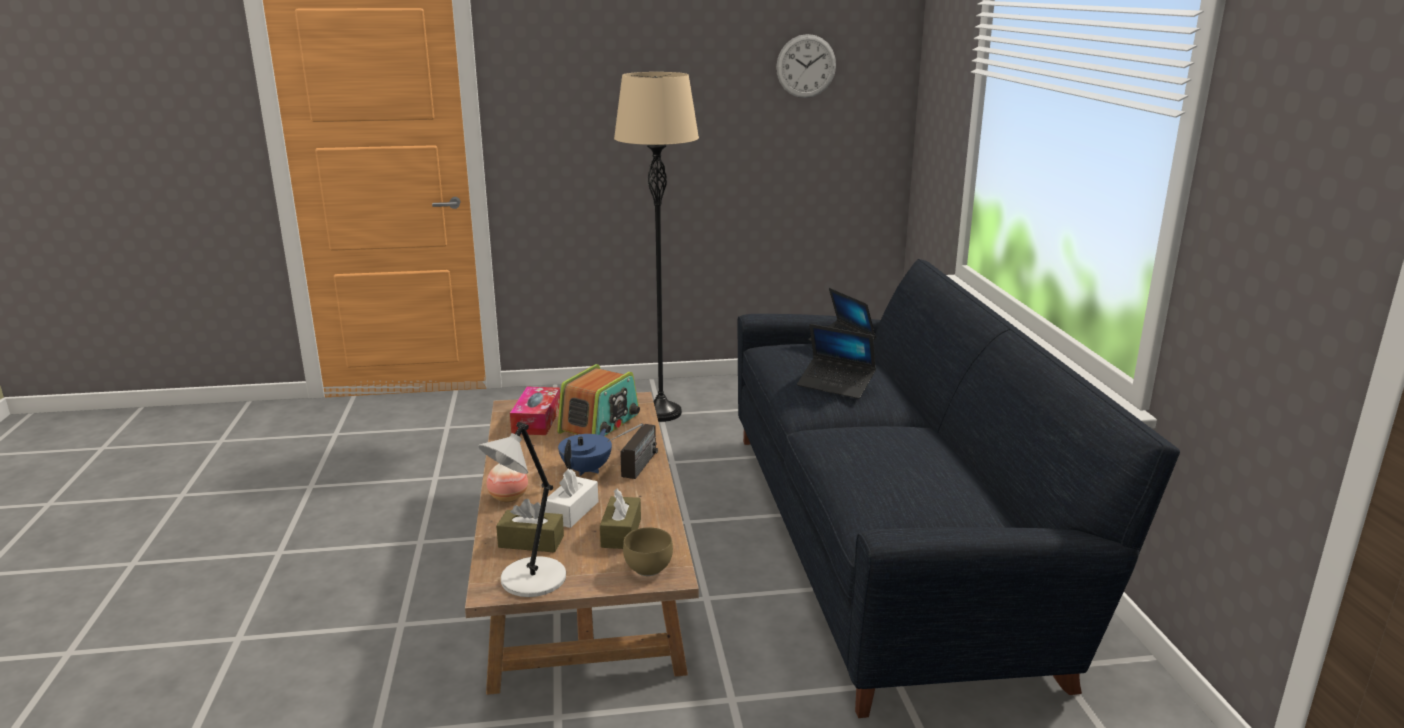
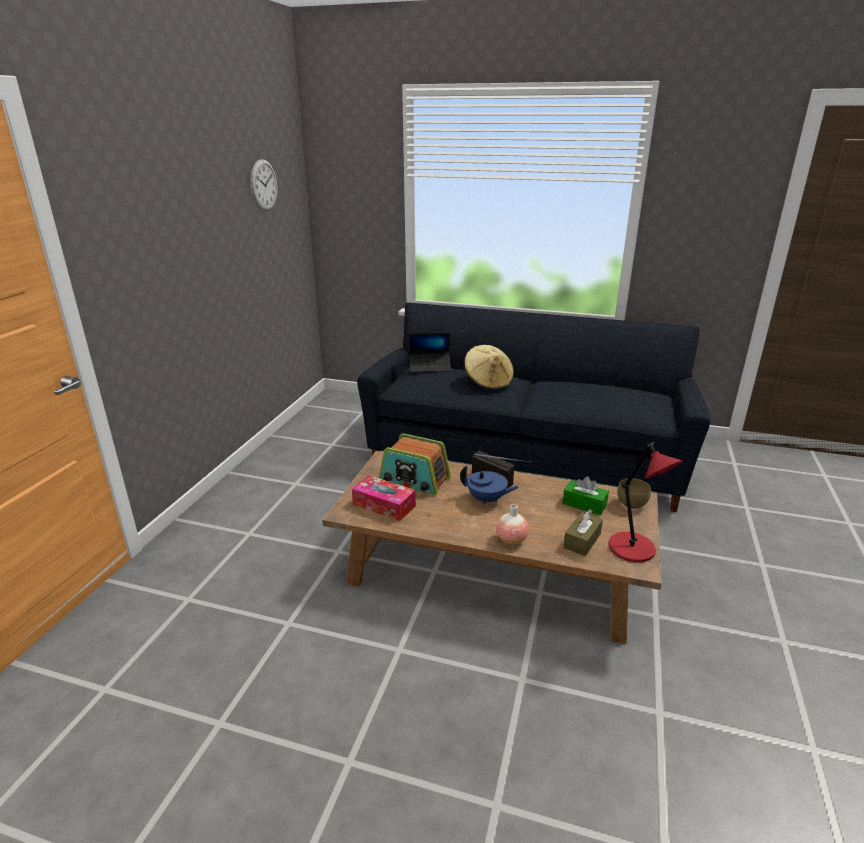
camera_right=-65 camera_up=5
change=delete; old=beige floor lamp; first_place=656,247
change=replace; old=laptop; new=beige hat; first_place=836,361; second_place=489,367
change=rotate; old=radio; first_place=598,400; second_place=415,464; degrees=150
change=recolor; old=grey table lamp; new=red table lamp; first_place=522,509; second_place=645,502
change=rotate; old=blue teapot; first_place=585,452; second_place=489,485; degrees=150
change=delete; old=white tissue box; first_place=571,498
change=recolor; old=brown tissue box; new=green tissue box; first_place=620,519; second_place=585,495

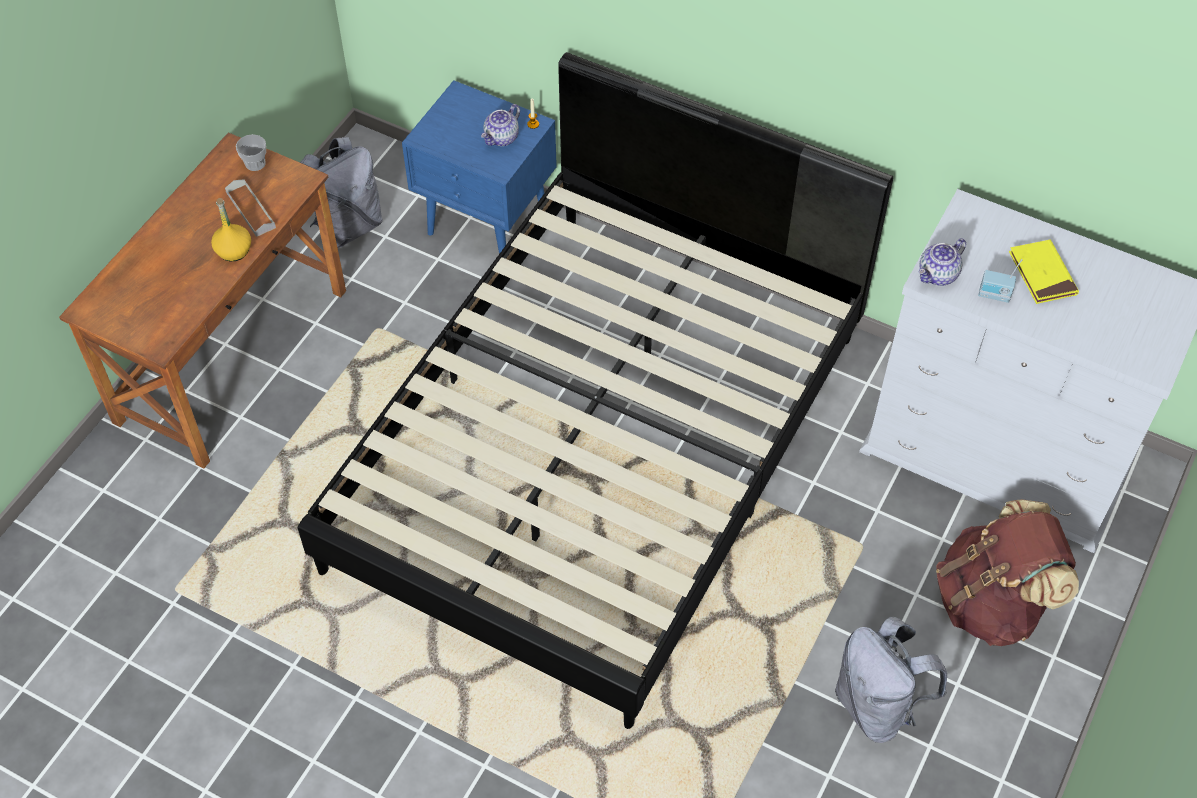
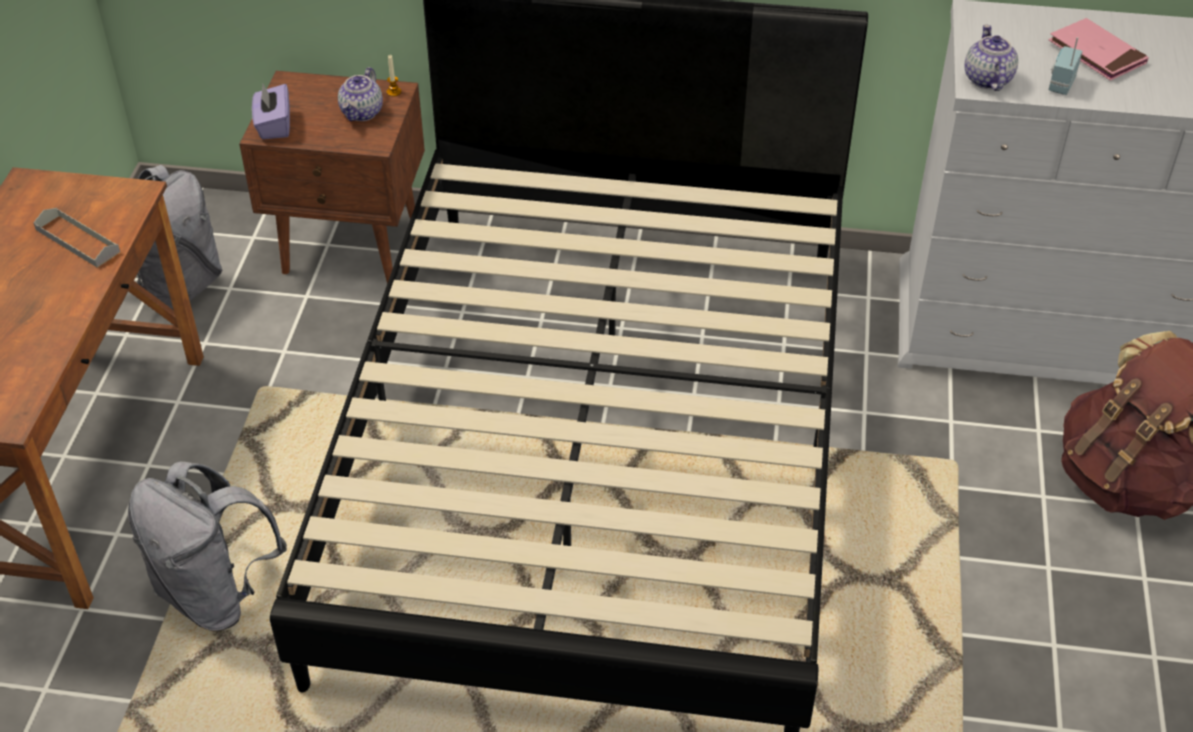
camera_right=-20 camera_up=-10
change=recolor; old=blue nightstand; new=brown nightstand; first_place=479,167; second_place=332,177
change=delete; old=cup; first_place=251,152
change=delete; old=yellow bottle; first_place=231,229
change=rotate; old=teapot; first_place=942,262; second_place=991,58; degrees=150
change=recolor; old=yellow book; new=pink book; first_place=1044,272; second_place=1099,49
change=rotate; old=radio; first_place=1000,281; second_place=1066,66; degrees=120
change=move; old=grey backpack; first_place=891,680; second_place=207,546
change=insert; new=purple tissue box; second_place=271,111

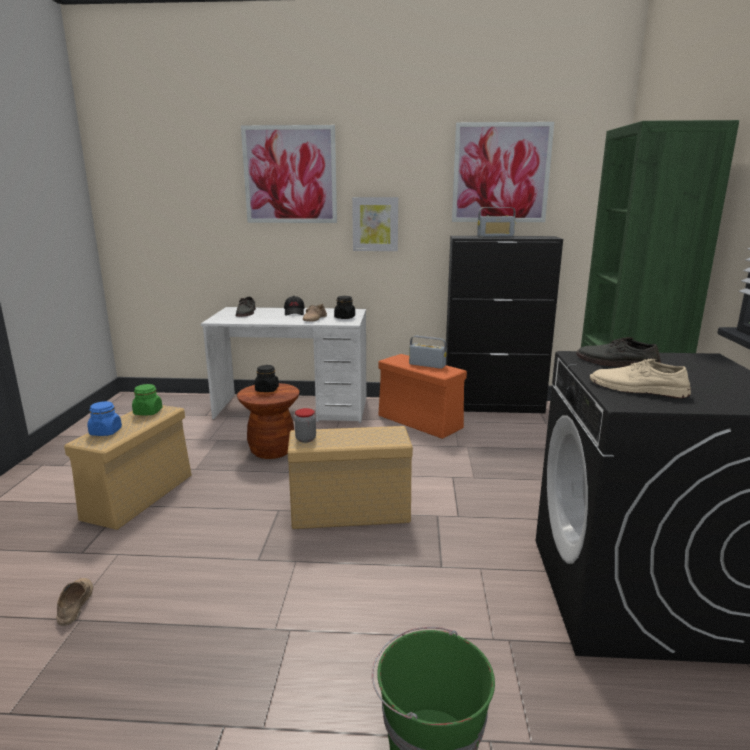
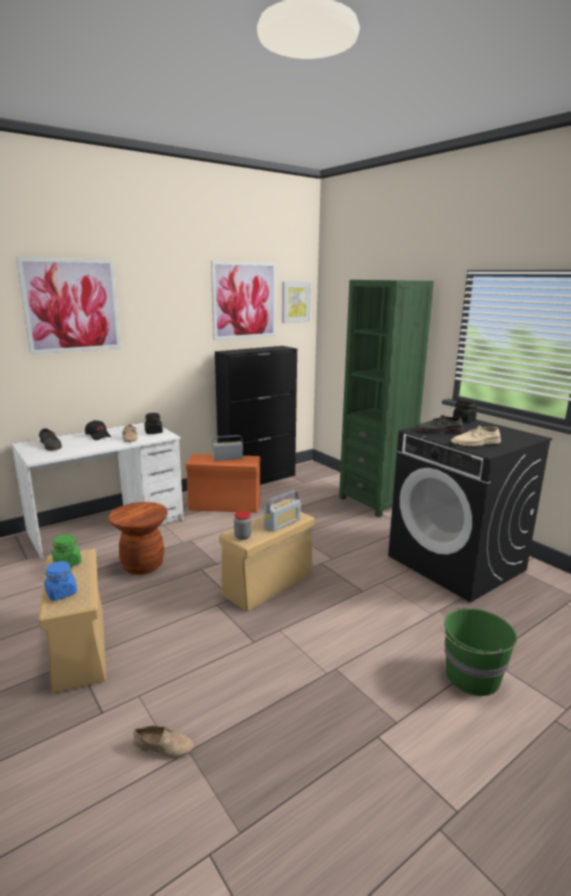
camera_right=-40 camera_up=0
change=move; old=picture; first_place=375,224; second_place=296,302
change=move; old=radio; first_place=496,222; second_place=282,511
change=move; old=black jar; first_place=267,378; second_place=465,410
change=rotate; old=beige shoe; first_place=74,602; second_place=163,742; degrees=150

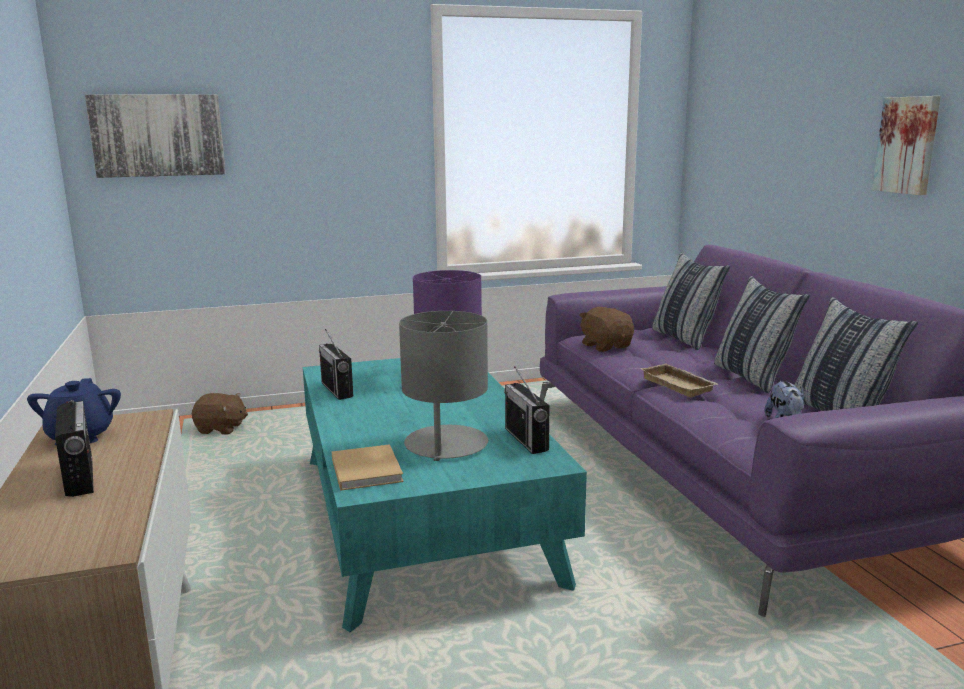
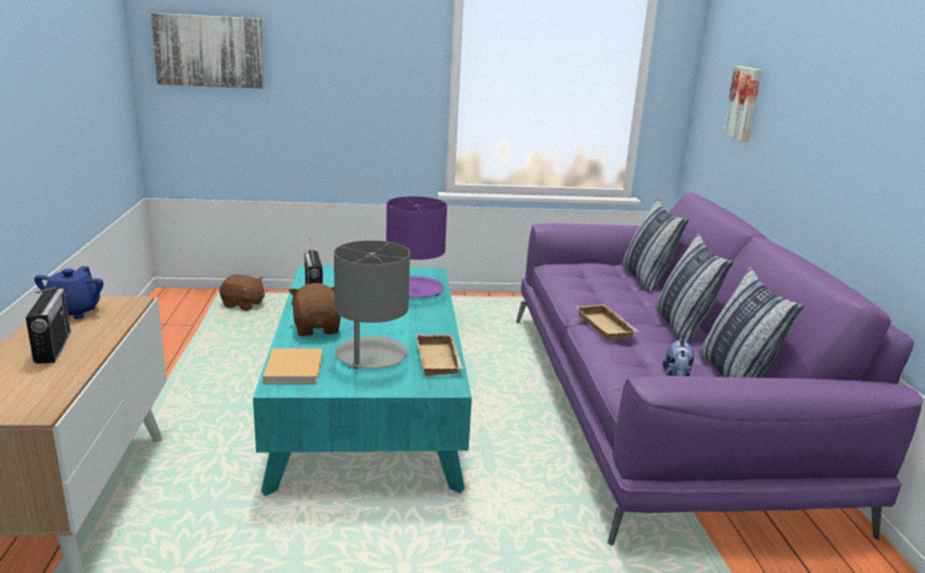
camera_right=10 camera_up=5
change=move; old=picture; first_place=906,145; second_place=742,104
change=move; old=brown plush toy; first_place=606,329; second_place=315,309
change=replace; old=radio; new=beige tray; first_place=527,410; second_place=439,355

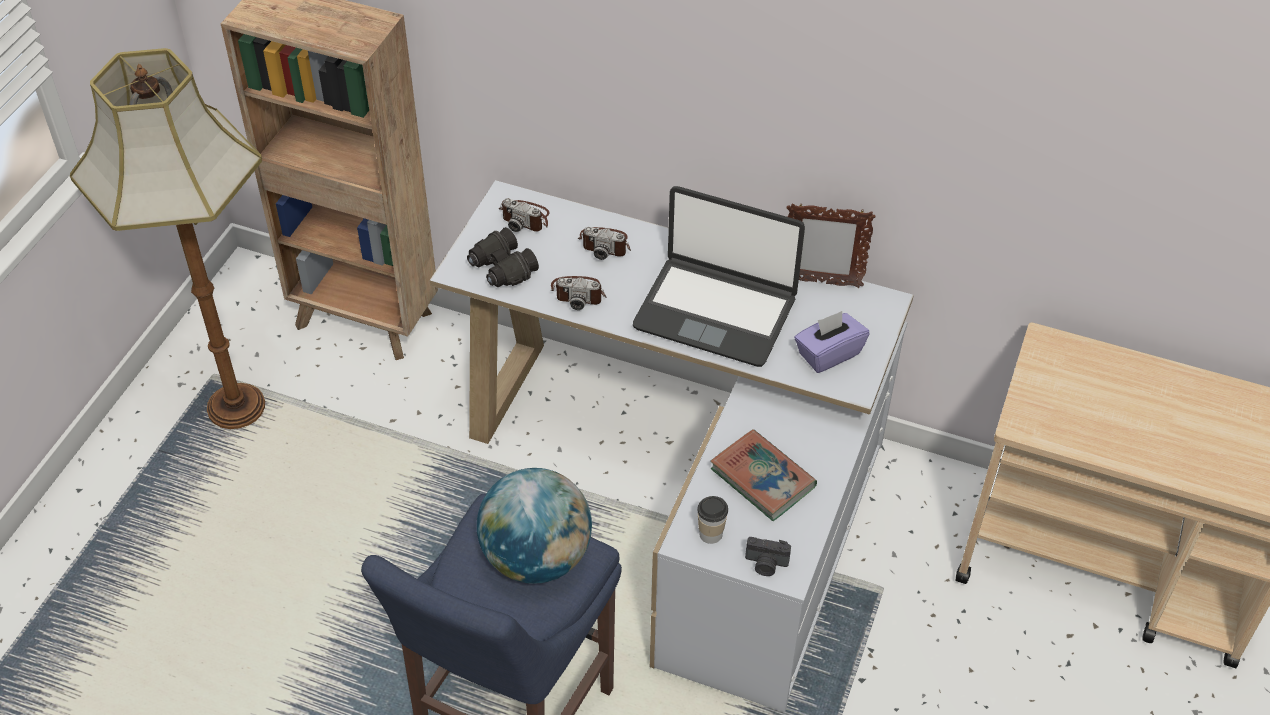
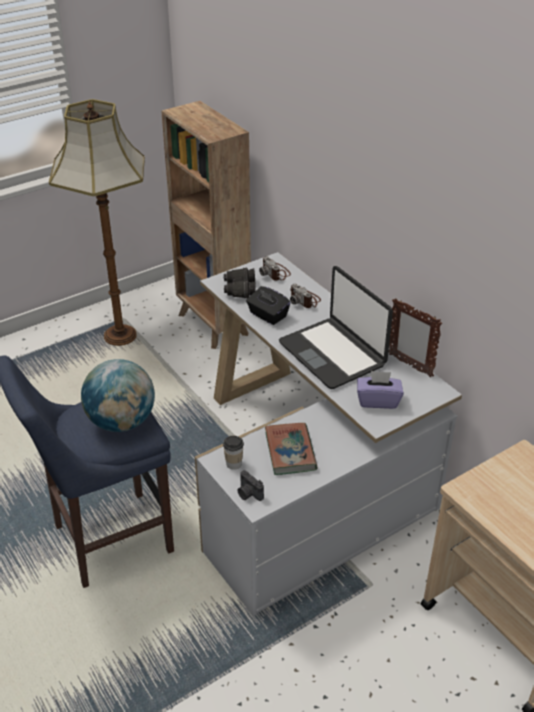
camera_right=35 camera_up=-10
change=replace; old=photo camera; new=black tissue box; first_place=579,293; second_place=268,305

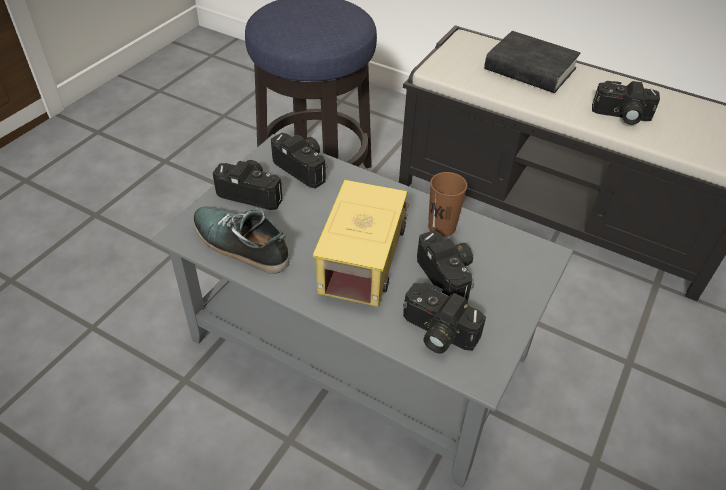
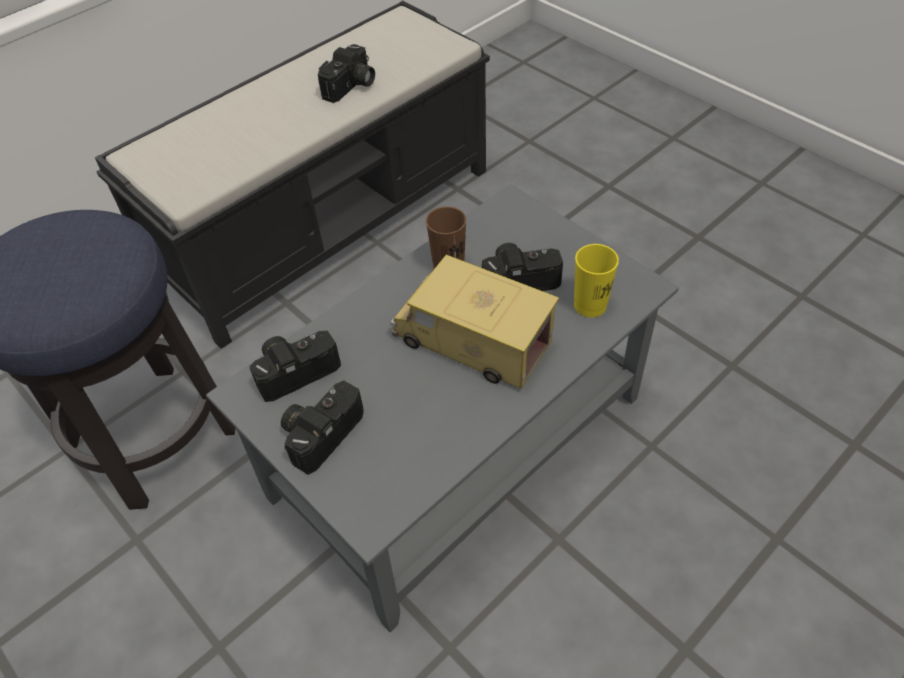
camera_right=-70 camera_up=5
change=delete; old=black book; first_place=532,62
change=delete; old=shoe; first_place=241,240
change=replace; old=photo camera; new=yellow cup; first_place=444,318; second_place=596,280

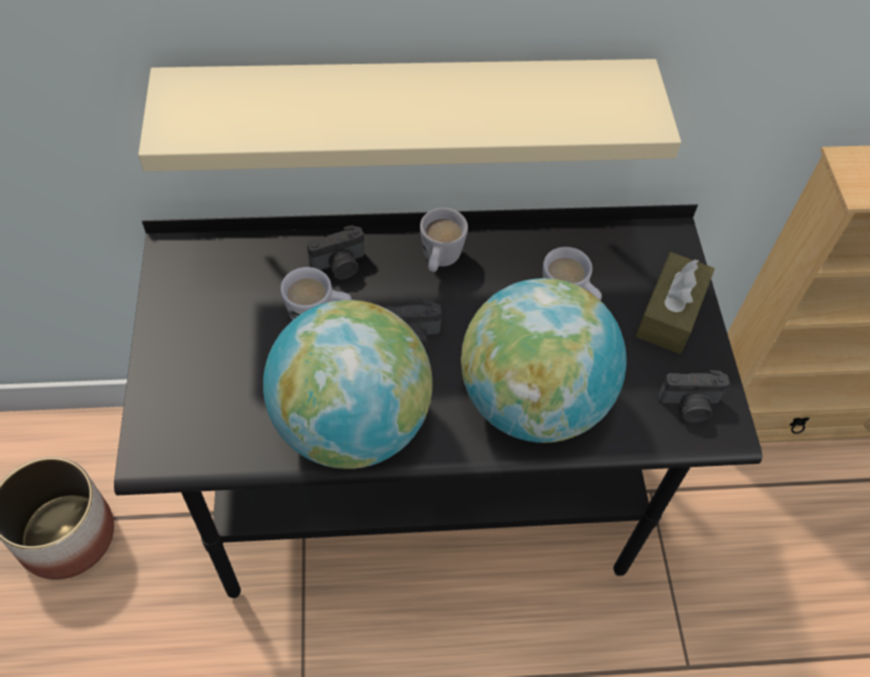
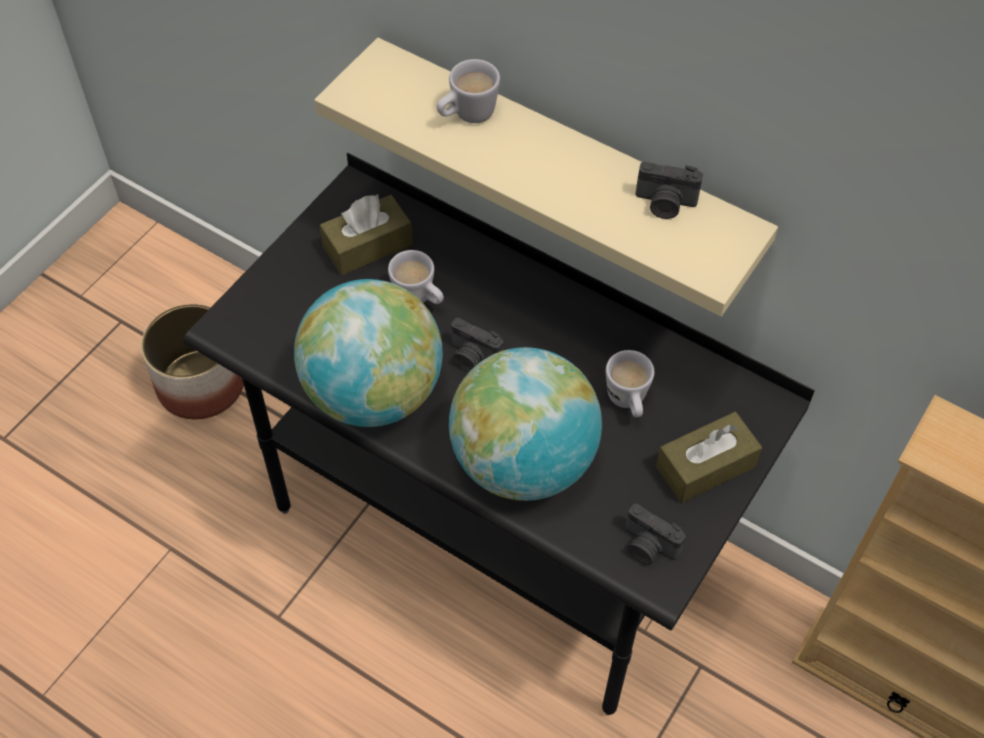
camera_right=40 camera_up=0
change=move; old=white mug; first_place=444,240; second_place=468,91
change=move; old=photo camera; first_place=335,252; second_place=669,190
change=insert; new=brown tissue box; second_place=366,234

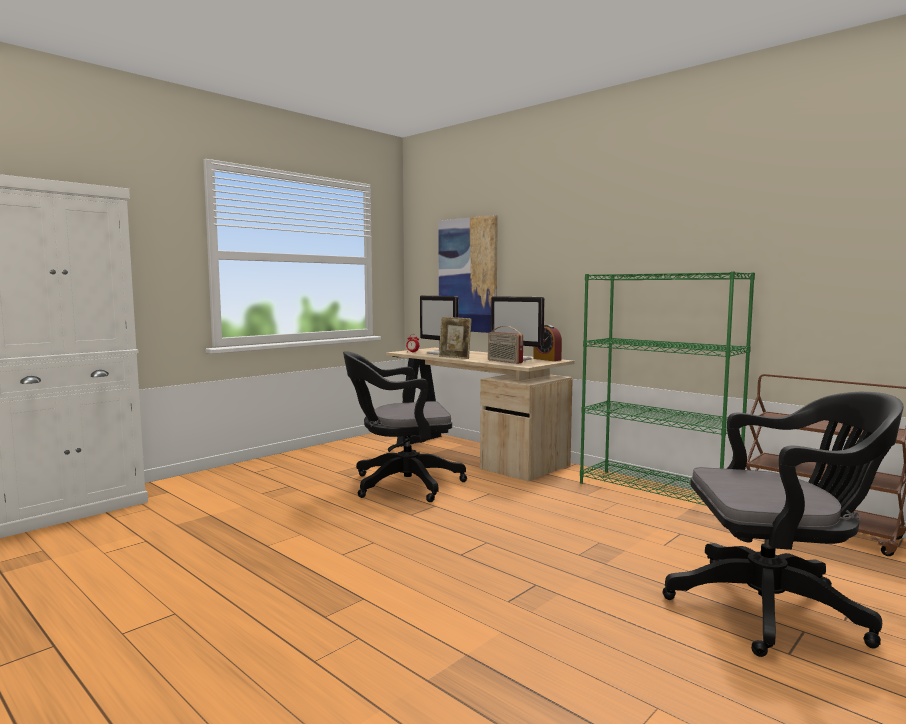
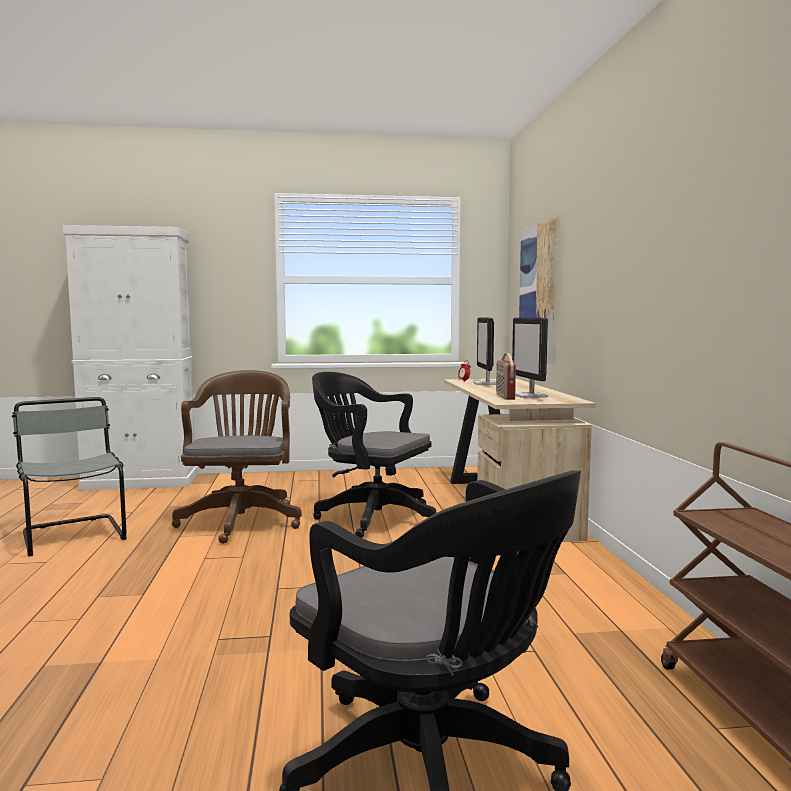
camera_right=40 camera_up=0
change=delete; old=green bookcase; first_place=667,388
change=delete; old=picture frame; first_place=455,338
change=delete; old=alarm clock; first_place=547,343
change=insert; new=brown office chair; second_place=237,457
change=insert; new=grey chair; second_place=69,476

